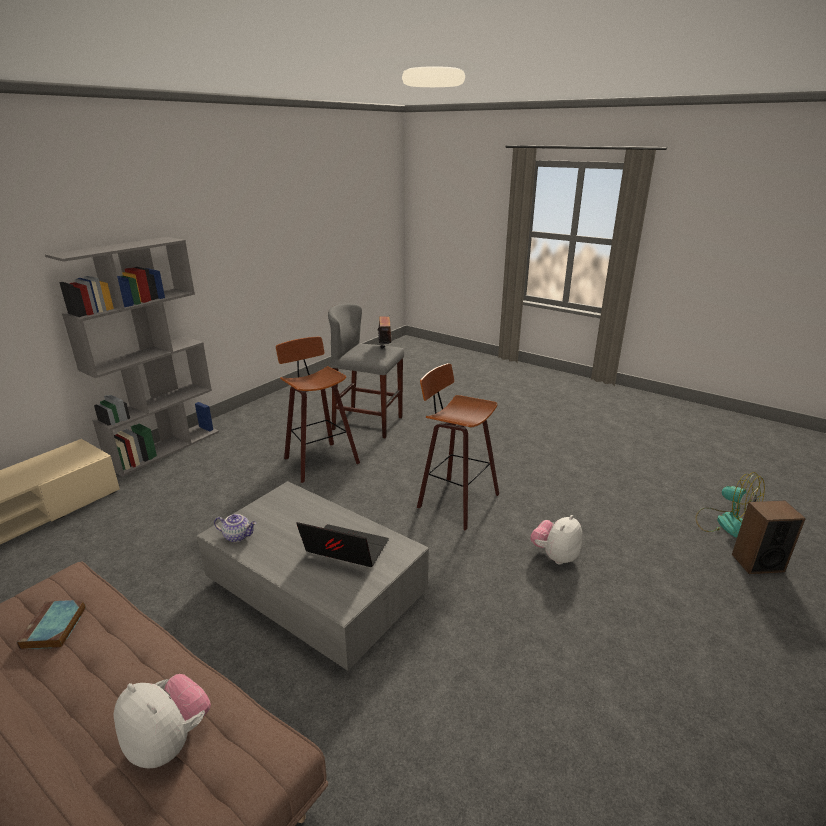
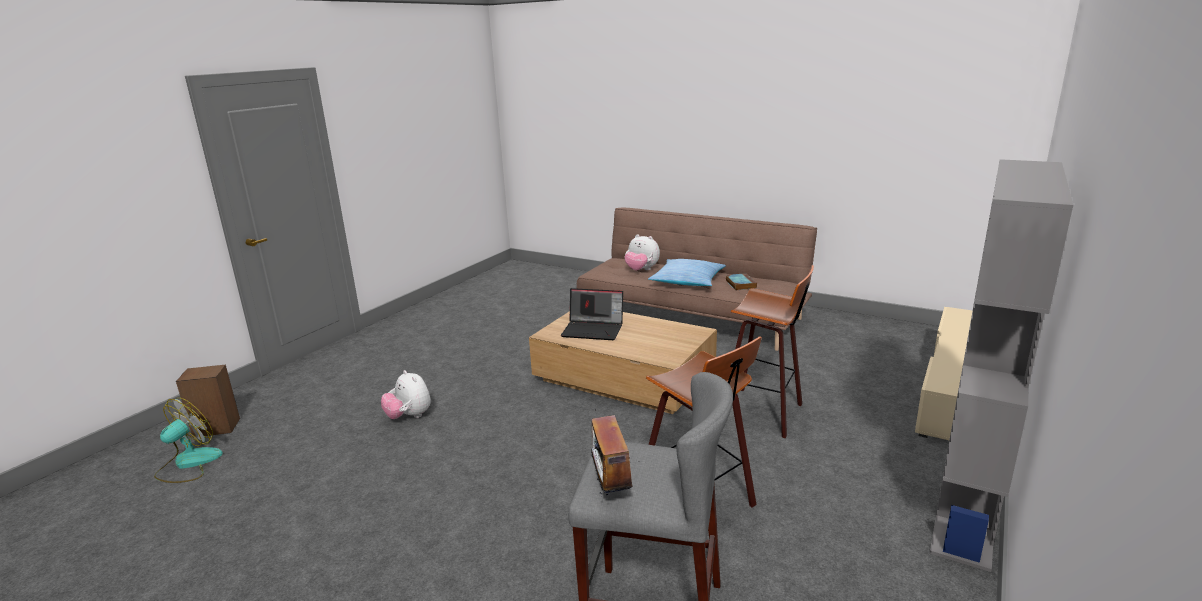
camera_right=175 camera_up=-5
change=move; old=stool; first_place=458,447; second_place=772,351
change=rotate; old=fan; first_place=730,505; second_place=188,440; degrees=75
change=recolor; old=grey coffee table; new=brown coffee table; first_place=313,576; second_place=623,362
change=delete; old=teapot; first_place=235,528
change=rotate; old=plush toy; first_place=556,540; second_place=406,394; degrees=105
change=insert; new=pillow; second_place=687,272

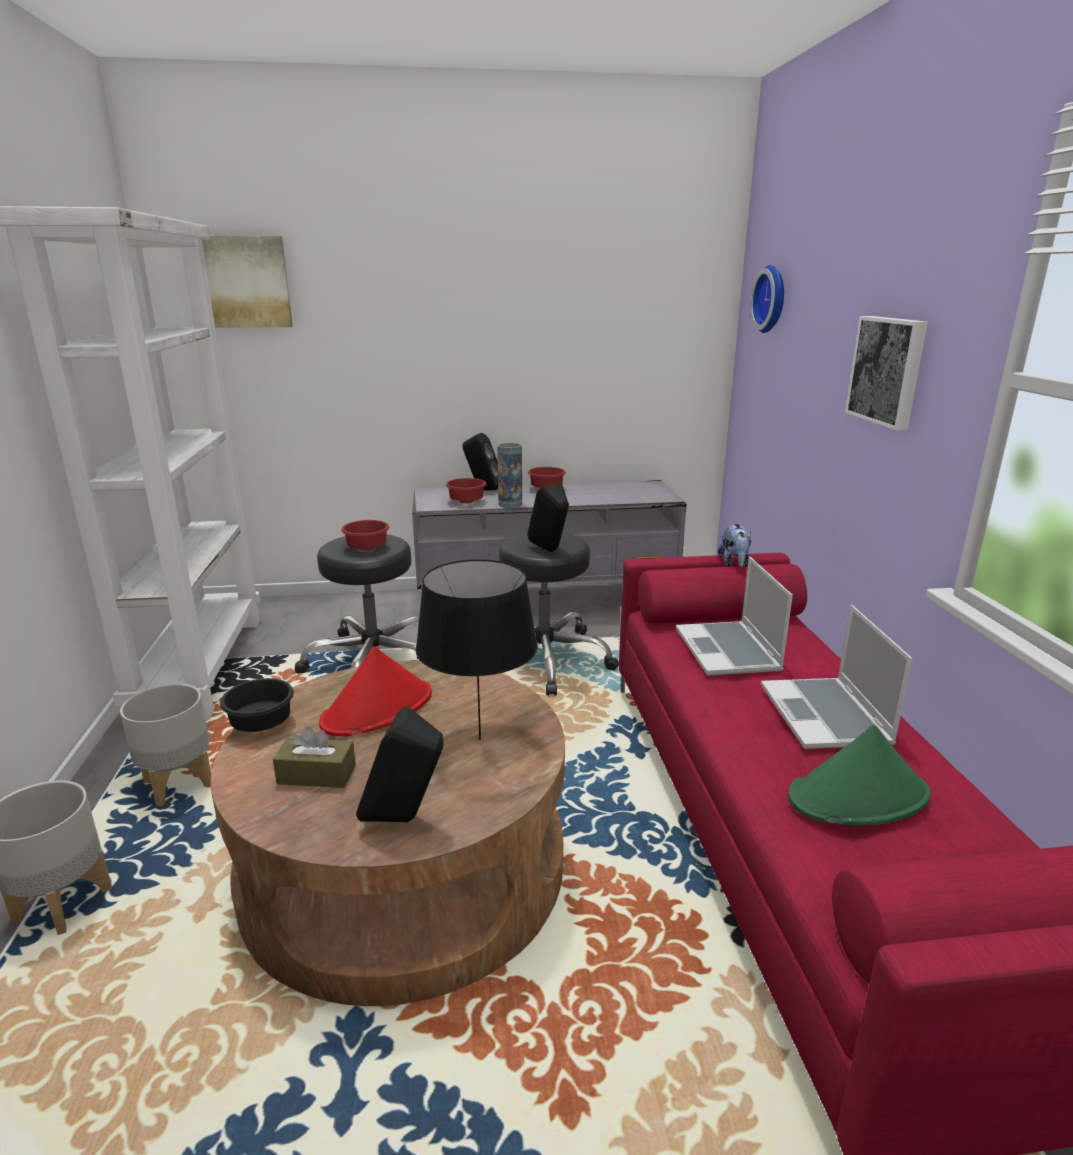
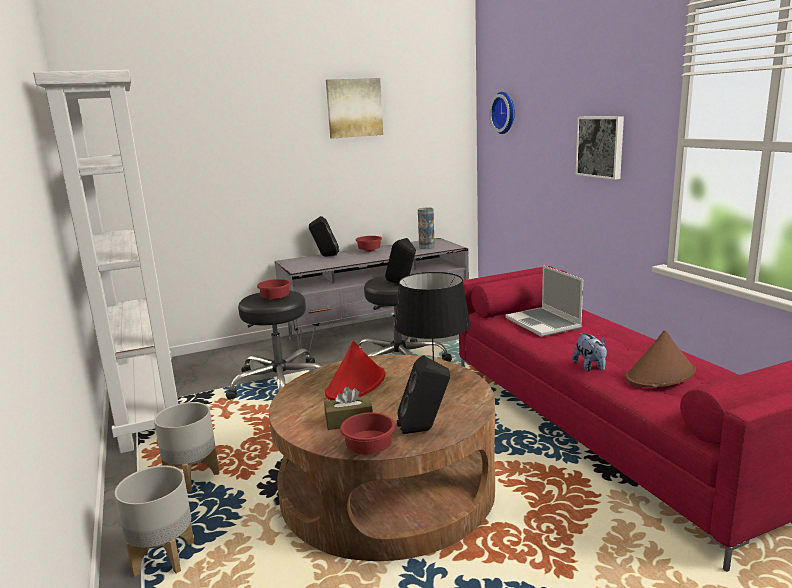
camera_right=-15 camera_up=-5
change=move; old=picture; first_place=247,282; second_place=354,108
change=move; old=vase; first_place=509,475; second_place=426,229
change=move; old=red bowl; first_place=466,490; second_place=367,433
change=move; old=plush toy; first_place=734,545; second_place=589,352
change=delete; old=laptop; first_place=837,677
change=delete; old=black bowl; first_place=257,705
change=recolor; old=green hat; new=brown hat; first_place=859,775; second_place=660,359

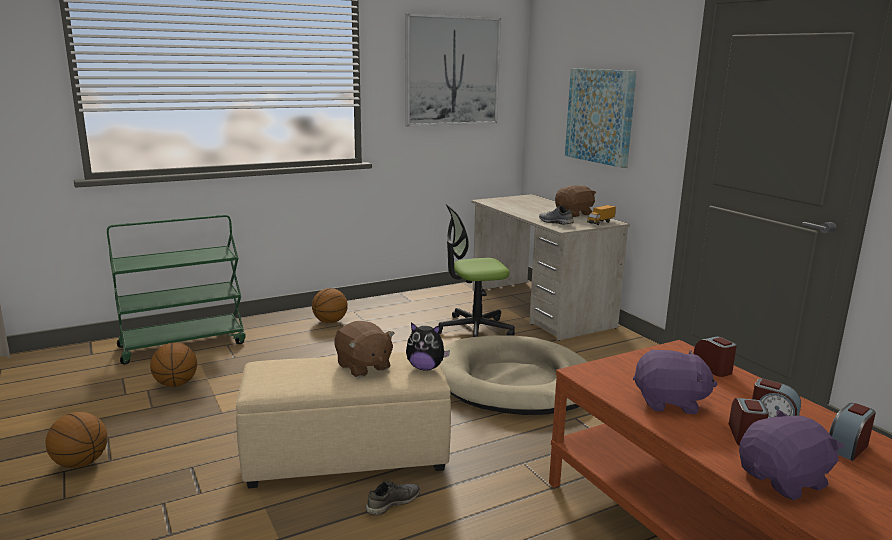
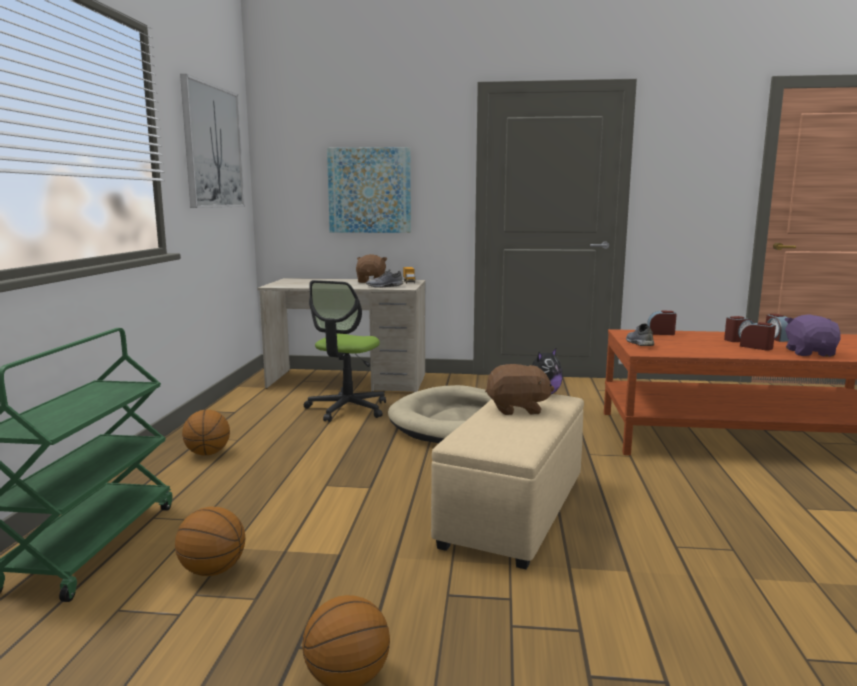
camera_right=-55 camera_up=-5
change=delete; old=purple plush toy; first_place=675,382
change=move; old=grey shoe; first_place=392,498; second_place=640,334

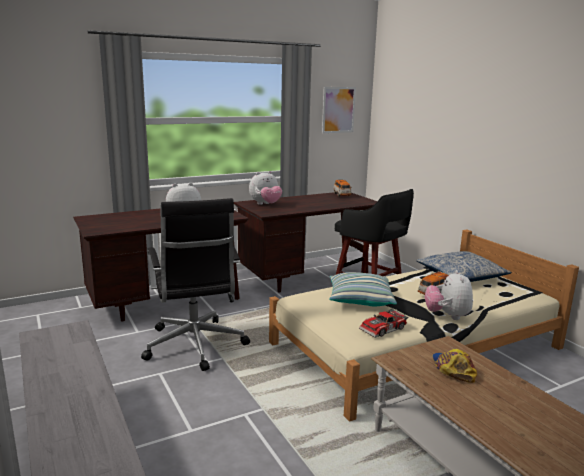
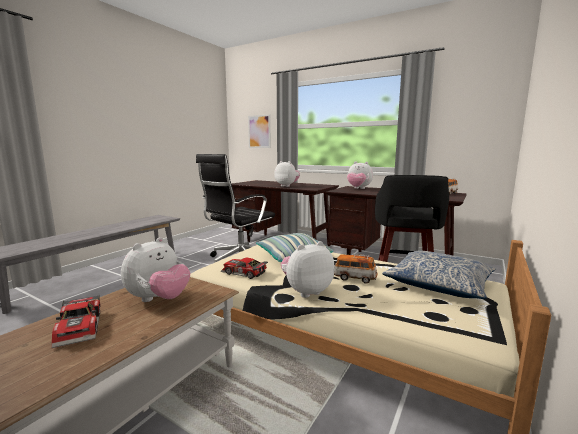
camera_right=60 camera_up=-5
change=move; old=picture; first_place=339,110; second_place=259,131
change=replace; old=cap; new=plush toy; first_place=454,366; second_place=155,269
change=insert; new=toy car; second_place=75,322

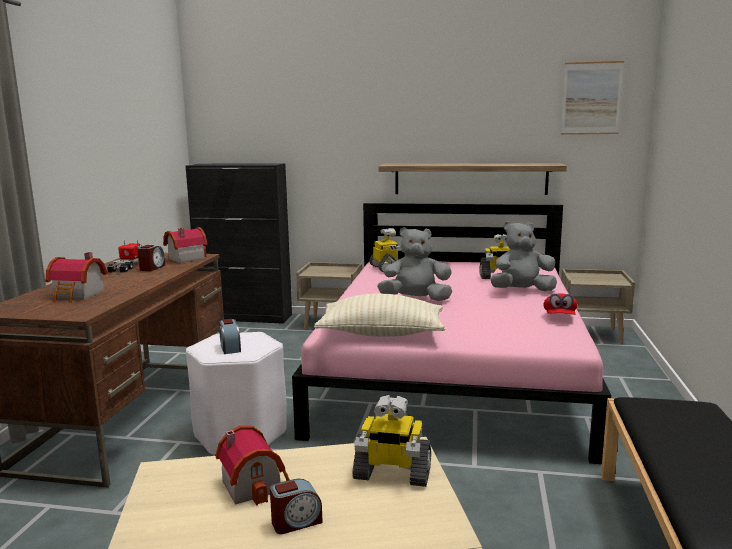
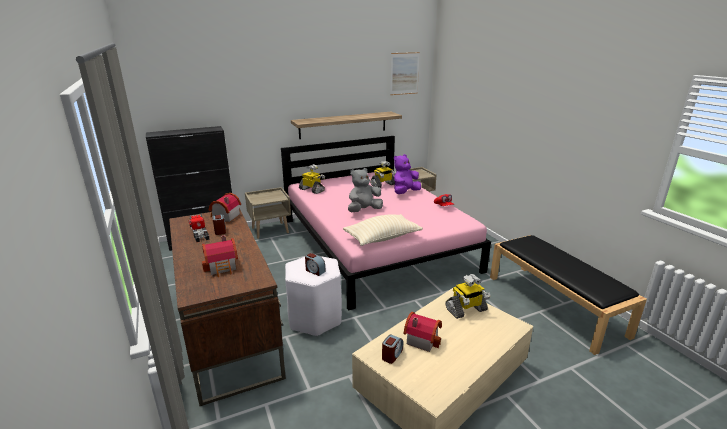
camera_right=-35 camera_up=10
change=recolor; old=grey plush toy; new=purple plush toy; first_place=524,256; second_place=407,174
change=move; old=alarm clock; first_place=296,506; second_place=392,349

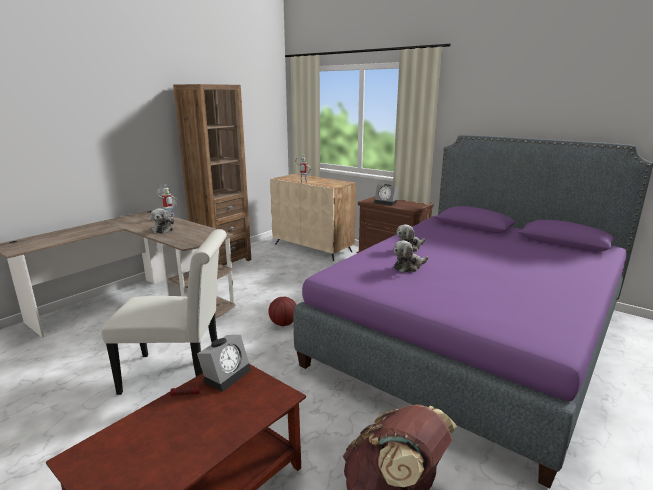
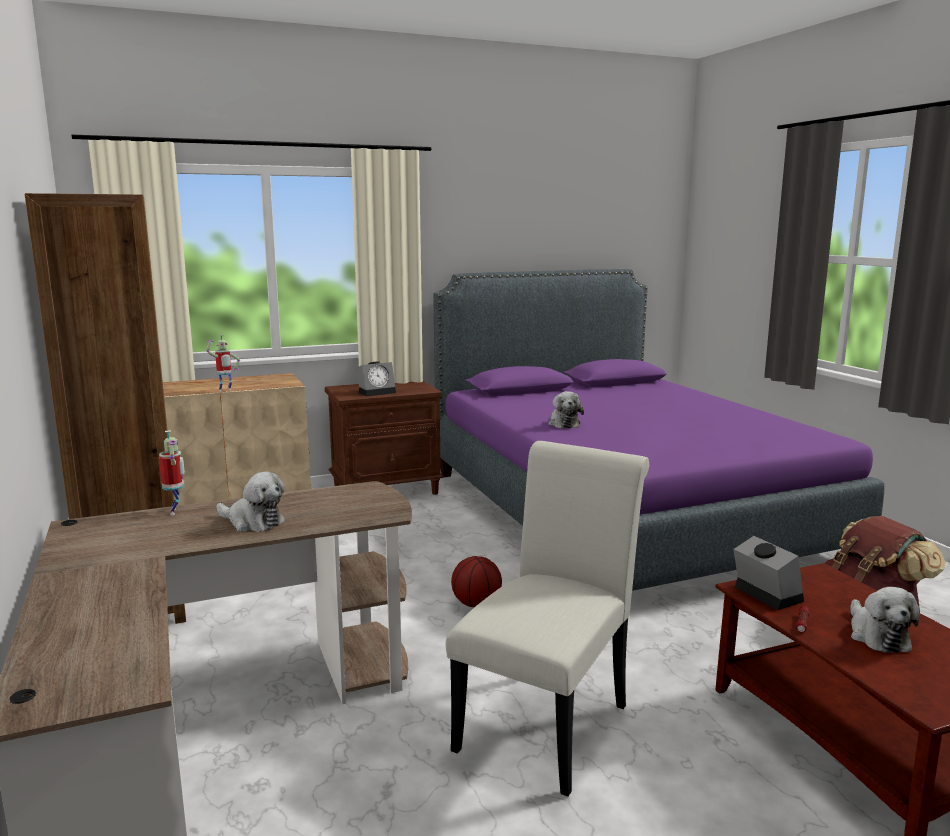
camera_right=-60 camera_up=-5
change=move; old=plush toy; first_place=411,256; second_place=885,620

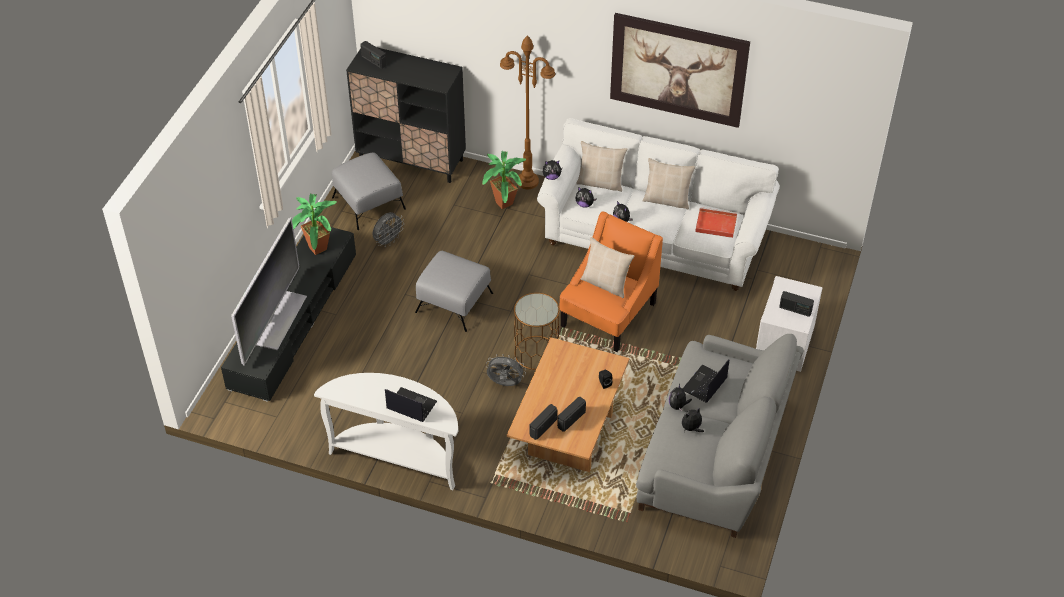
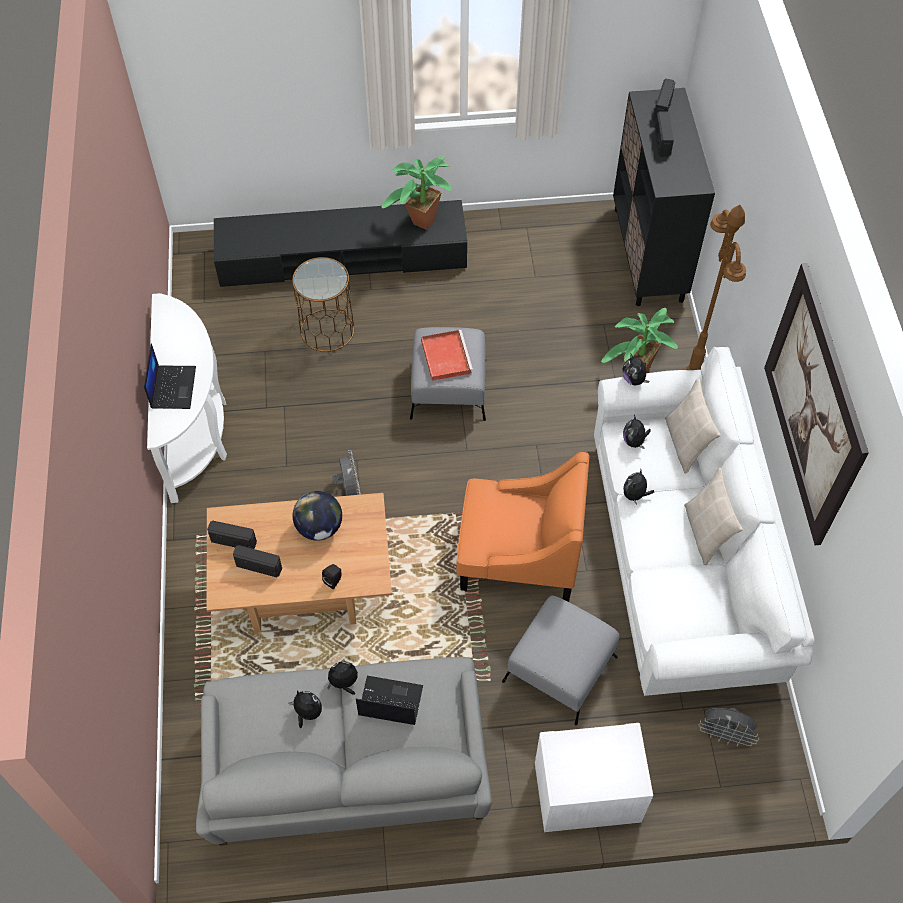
camera_right=65 camera_up=10
change=move; old=grey ottoman; first_place=369,191; second_place=560,660
change=move; old=red tray; first_place=716,222; second_place=447,355
change=move; old=grey fan; first_place=388,229; second_place=729,727
change=delete; old=television; first_place=269,291
change=delete; old=beige pillow; first_place=608,267
change=move; old=radio; first_place=796,304; second_place=664,134
change=move; old=brown side table; first_place=537,331; second_place=323,304
change=insert; new=globe; second_place=317,516

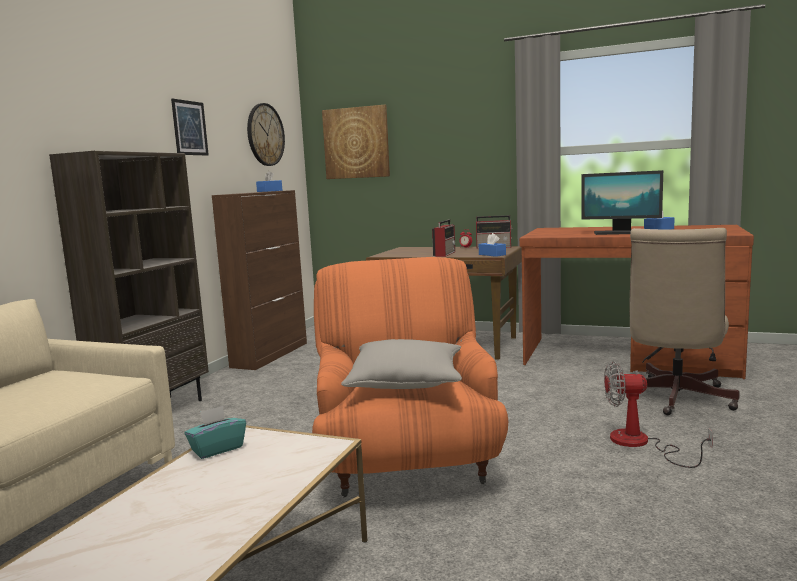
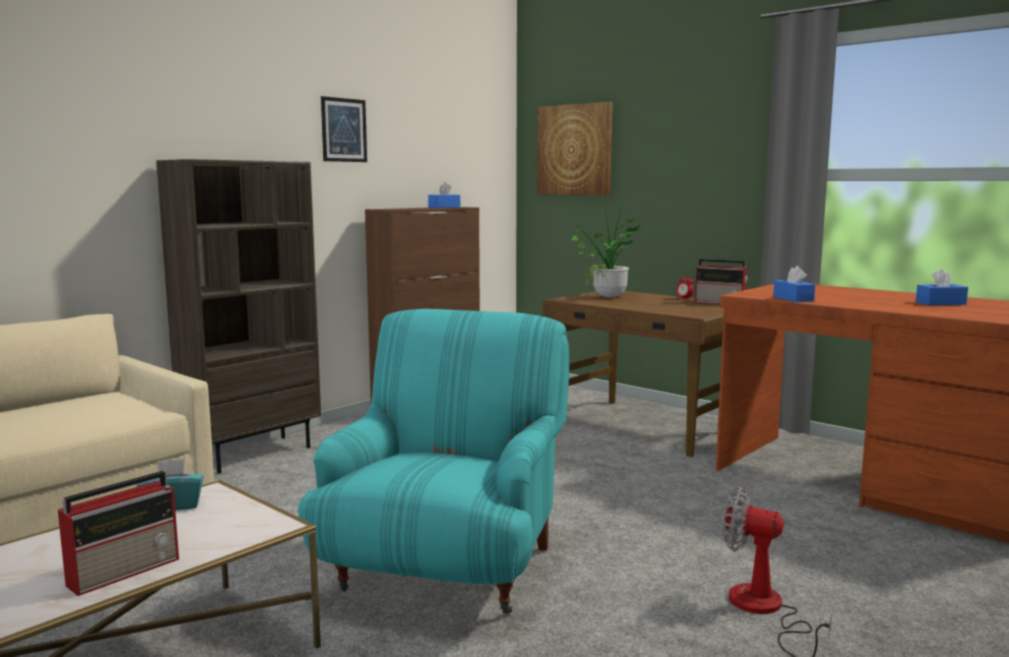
camera_right=20 camera_up=0
change=delete; old=wall clock; first_place=266,134
change=delete; old=monitor; first_place=622,202
change=move; old=radio; first_place=443,238; second_place=118,533
change=delete; old=beige office chair; first_place=678,321
change=move; old=blue tissue box; first_place=492,245; second_place=794,284
change=recolor; old=orange armchair; new=turquoise armchair; first_place=410,377; second_place=433,461
change=delete; old=grey pillow; first_place=401,364
change=insert; new=potted plant; second_place=606,251

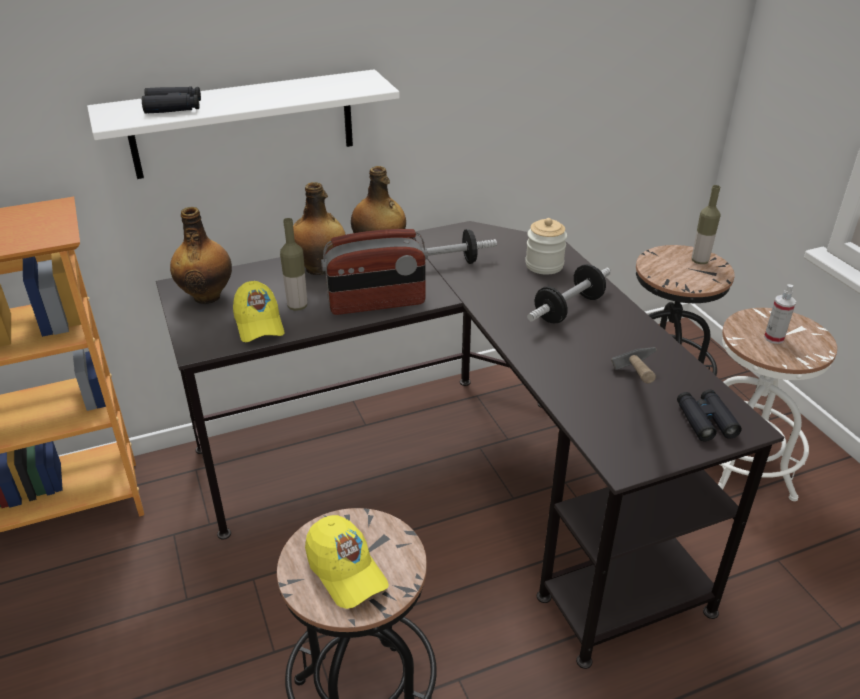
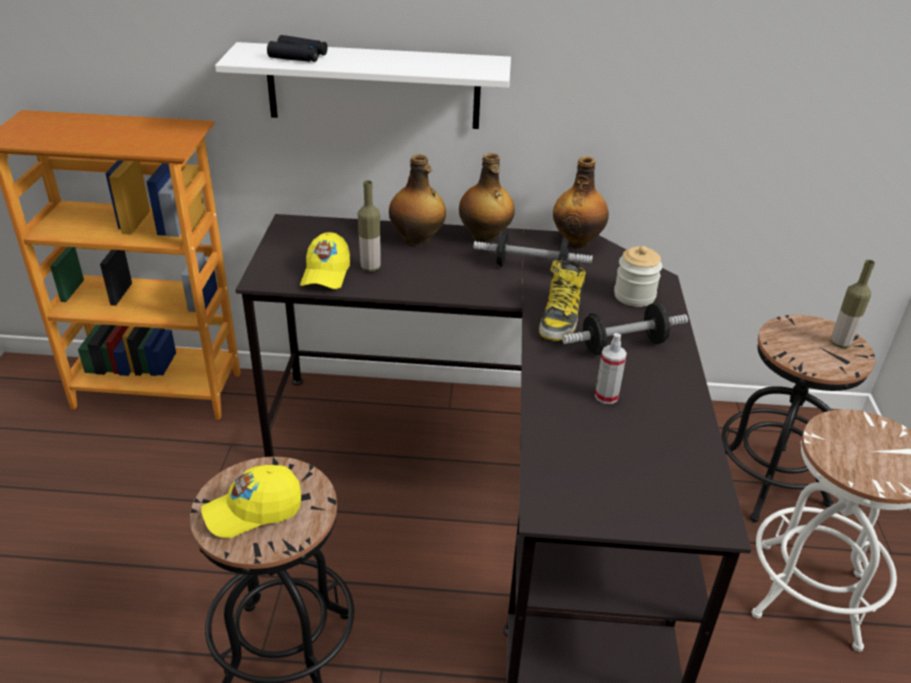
camera_right=25 camera_up=0
change=move; old=bottle; first_place=201,255; second_place=581,203
change=delete; old=radio; first_place=374,272
change=move; old=spray bottle; first_place=780,314; second_place=611,368
change=delete; old=hammer; first_place=634,365
change=delete; old=black binoculars; first_place=709,415
change=rotate; old=yellow cap; first_place=347,562; second_place=251,501; degrees=75
change=insert; new=boot; second_place=562,300

